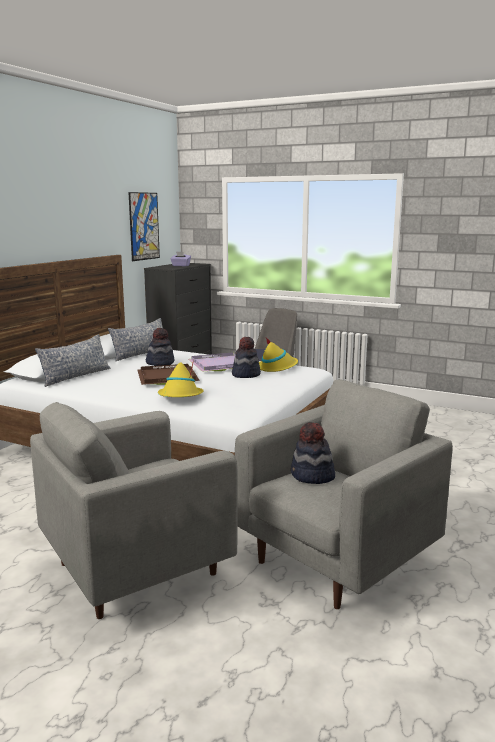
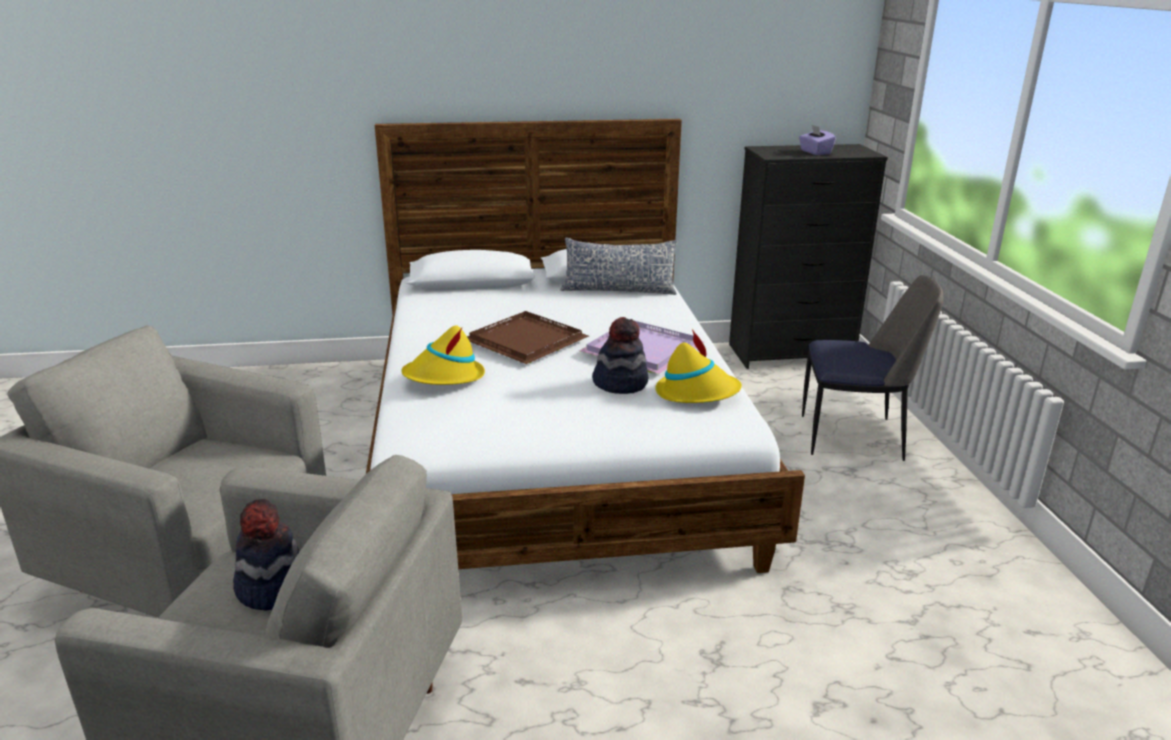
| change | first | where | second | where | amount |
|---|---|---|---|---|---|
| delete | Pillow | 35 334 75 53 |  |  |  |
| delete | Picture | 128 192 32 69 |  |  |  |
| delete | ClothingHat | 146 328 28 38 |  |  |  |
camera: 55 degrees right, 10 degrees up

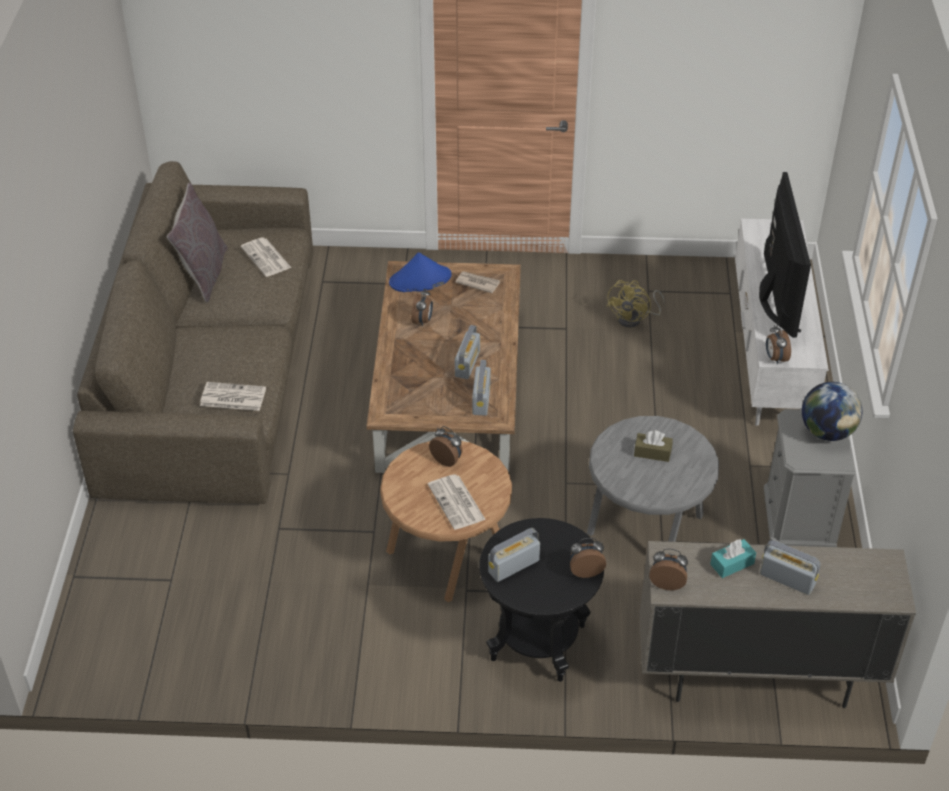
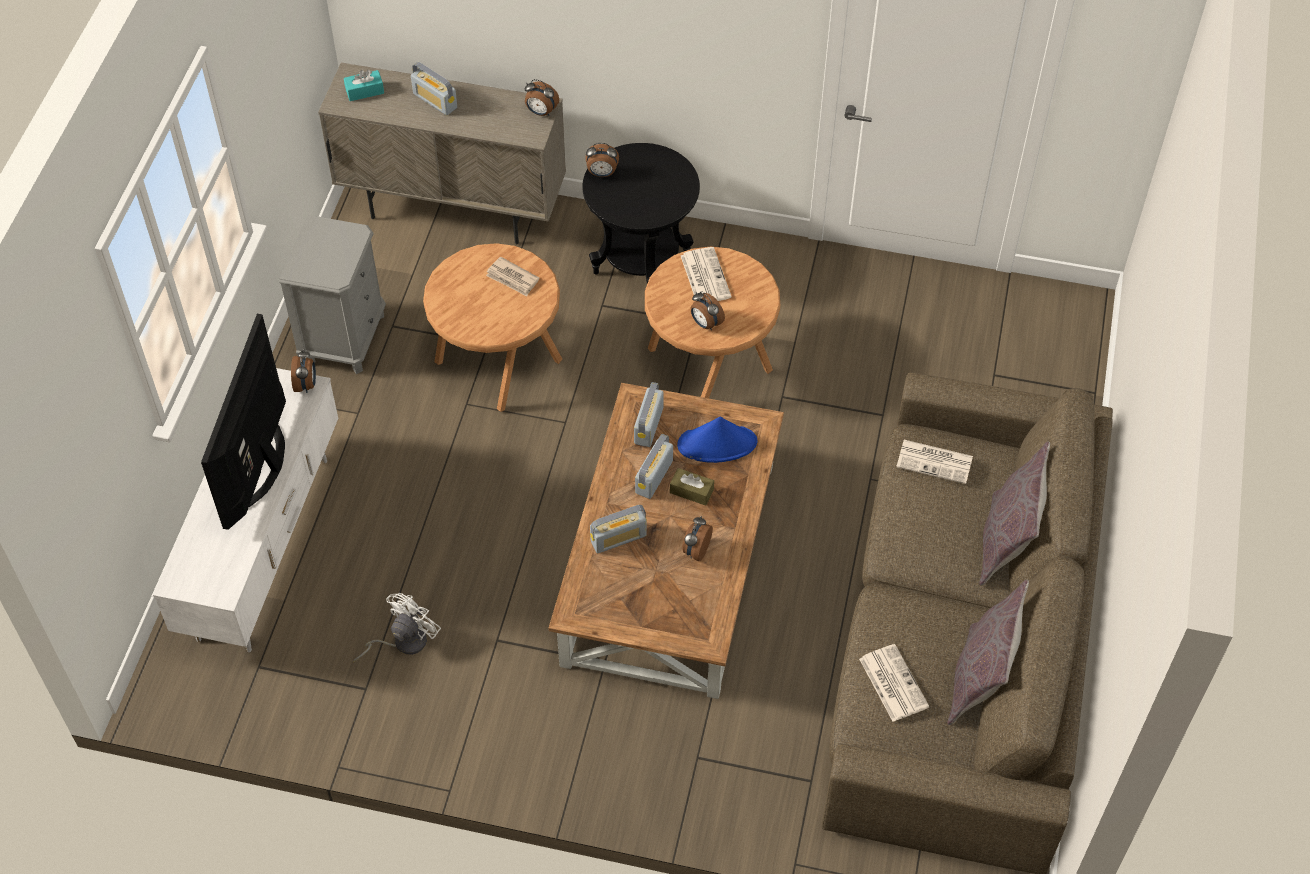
| change | first | where | second | where | amount |
|---|---|---|---|---|---|
| move | BluishClothingHat | 389 252 63 40 |  | 677 417 80 46 |  |
| move | PrintedPaper | 455 271 45 22 |  | 486 257 53 40 |  |
| move | Radio | 488 528 52 54 |  | 590 505 57 48 |  |
| recolor | GraySideTable | 587 416 132 126 | BrownishSideTable | 423 243 139 169 |  |
| recolor | YellowCoolingFan | 606 280 58 48 | WhiteCoolingFan | 353 593 88 70 |  |
| move | BrownishBoxOfTissues | 634 430 39 32 |  | 670 468 44 38 |  |
| move | BlueGreenBoxOfTissues | 710 539 46 39 |  | 344 70 40 31 |  |
| delete | DeskGlobe | 802 382 60 59 |  |  |  |
| insert |  |  | GrayPillow | 979 441 71 145 |  |
camera: 170 degrees left, 10 degrees up

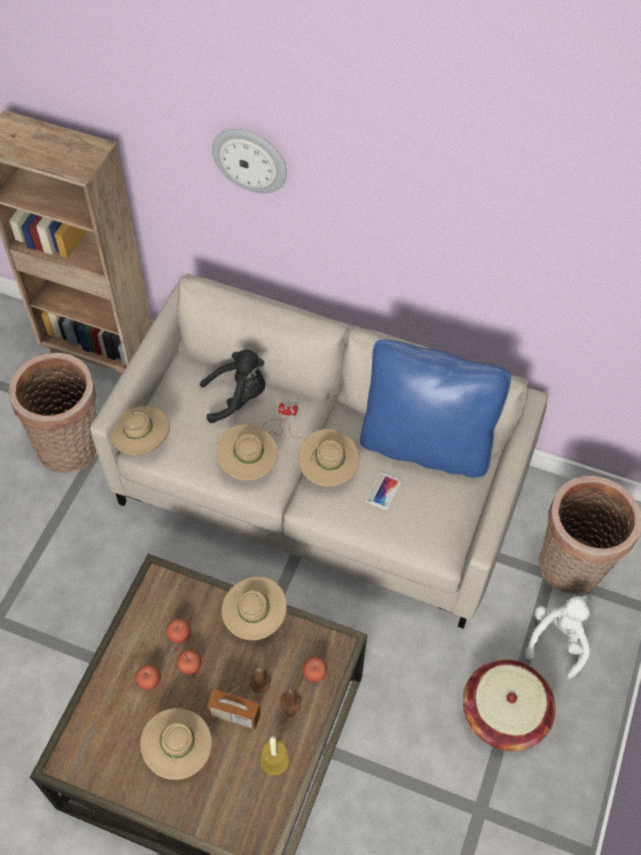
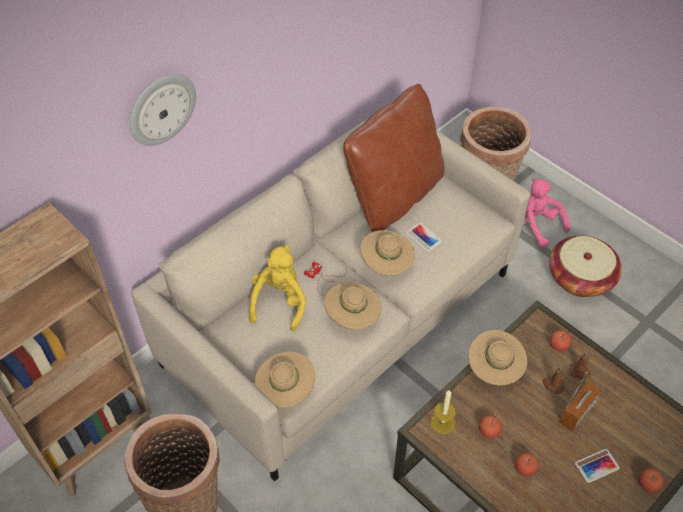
| change | first | where | second | where | amount |
|---|---|---|---|---|---|
| replace | SandColouredClothingHat | 140 708 72 72 | Telephone | 575 449 45 34 |  |
| move | Apple | 177 650 25 25 |  | 639 468 25 24 |  |
| recolor | BlackishPlushToy | 200 350 66 73 | YellowPlushToy | 249 245 57 86 |  |
| move | Candle | 260 736 29 39 |  | 430 390 26 44 |  |
| recolor | BluishPillow | 360 339 151 139 | BrownishPillow | 343 84 102 148 |  |
| recolor | WhitePlushToy | 525 596 65 84 | PinkPlushToy | 523 179 47 69 |  |
camera: 65 degrees left, 5 degrees down

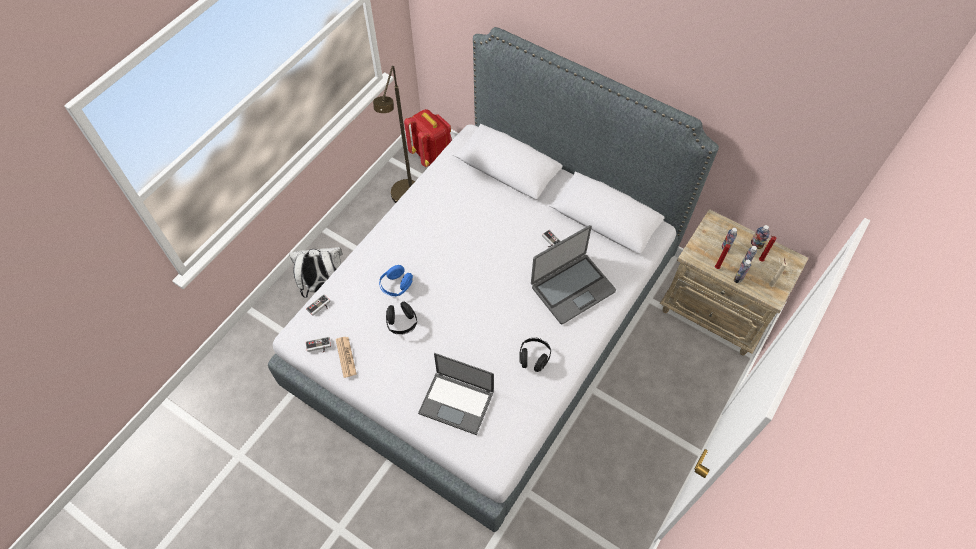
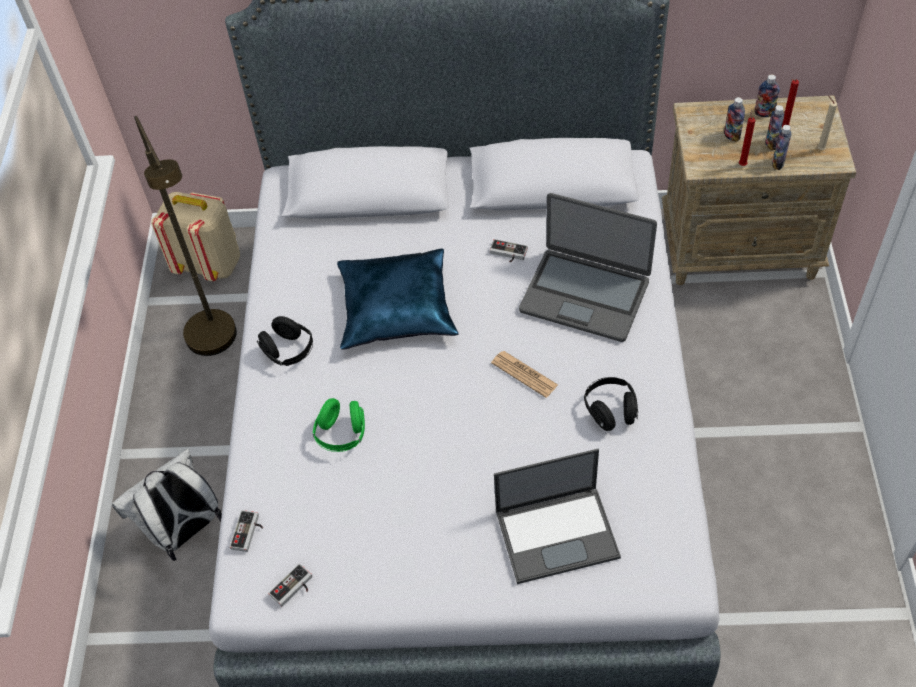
| change | first | where | second | where | amount |
|---|---|---|---|---|---|
| move | PrintedPaper | 336 337 21 41 |  | 491 351 67 47 |  |
| recolor | BluishPairOfHeadphones | 379 265 34 31 | GreenPairOfHeadphones | 313 398 52 54 |  |
| move | BlackishPairOfHeadphones | 386 301 31 34 |  | 257 316 56 50 |  |
| recolor | RedBackpack | 404 109 48 58 | SandColouredBackpack | 151 192 89 89 |  |
| rotate | Laptop | 531 225 85 99 |  | 519 193 138 149 | 90 degrees clockwise |
| insert |  |  | BluishPillow | 337 249 122 101 |  |
camera: 30 degrees left, 5 degrees down

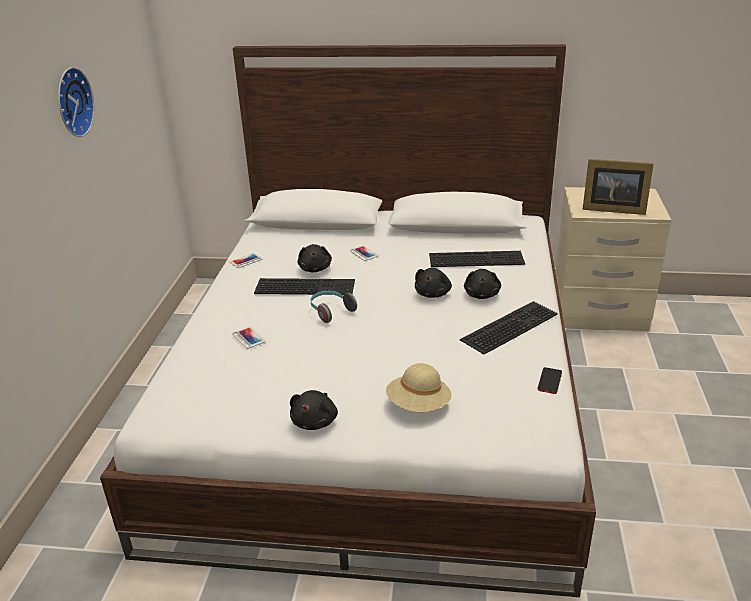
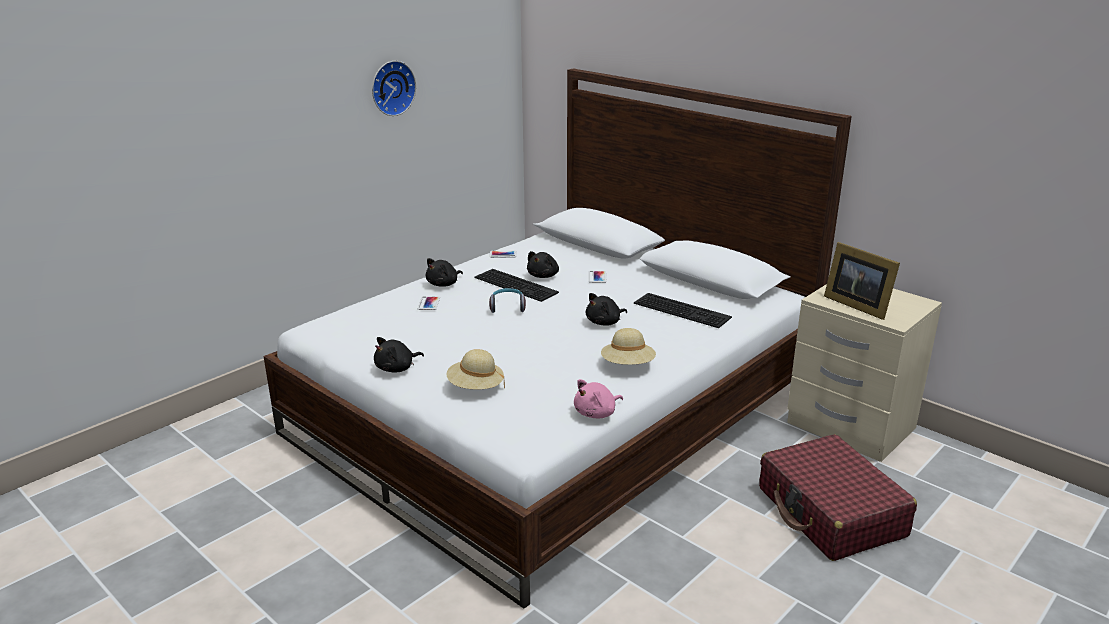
| change | first | where | second | where | amount |
|---|---|---|---|---|---|
| replace | Keyboard | 460 301 98 53 | SandColouredClothingHat | 601 328 55 37 |  |
| move | BlackishPlushToy | 464 269 37 30 |  | 425 258 38 29 |  |
| replace | Telephone | 538 367 24 27 | PinkPlushToy | 574 379 49 39 |  |
| insert |  |  | RedSuitcase | 759 434 158 127 |  |
camera: 35 degrees right, 5 degrees down

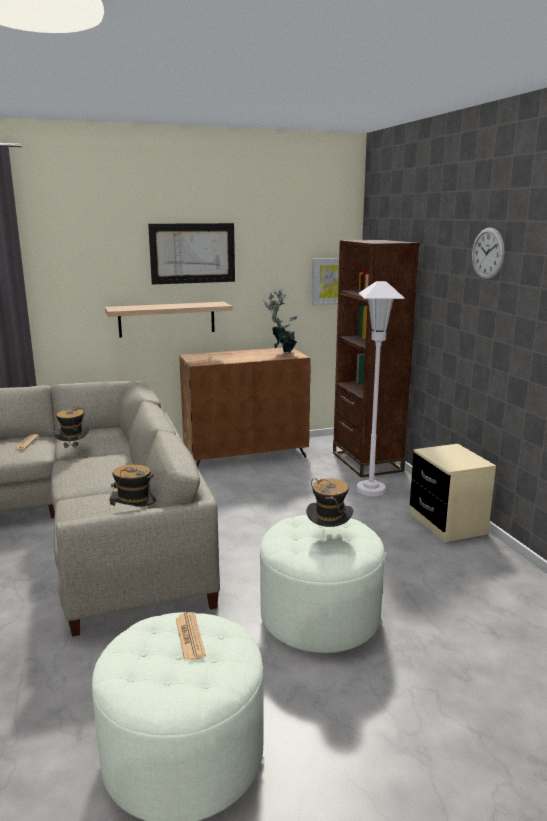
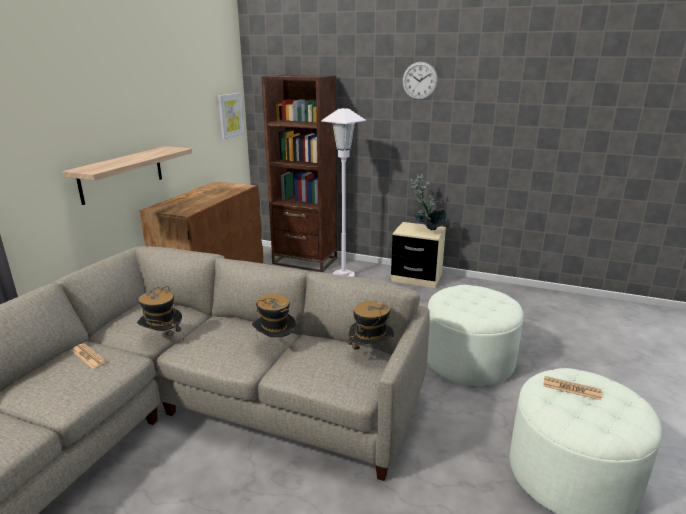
| change | first | where | second | where | amount |
|---|---|---|---|---|---|
| delete | Picture | 148 223 87 61 |  |  |  |
| move | PottedPlant | 263 289 35 64 |  | 410 174 37 56 |  |
| move | ClothingHat | 306 478 47 49 |  | 252 294 44 45 |  |
camera: 50 degrees left, 5 degrees up

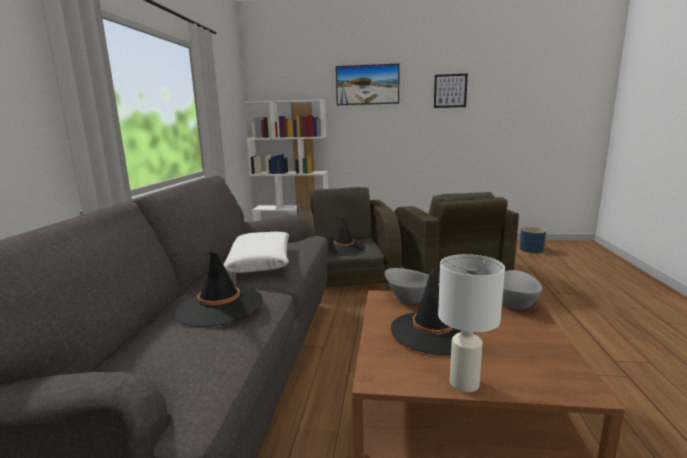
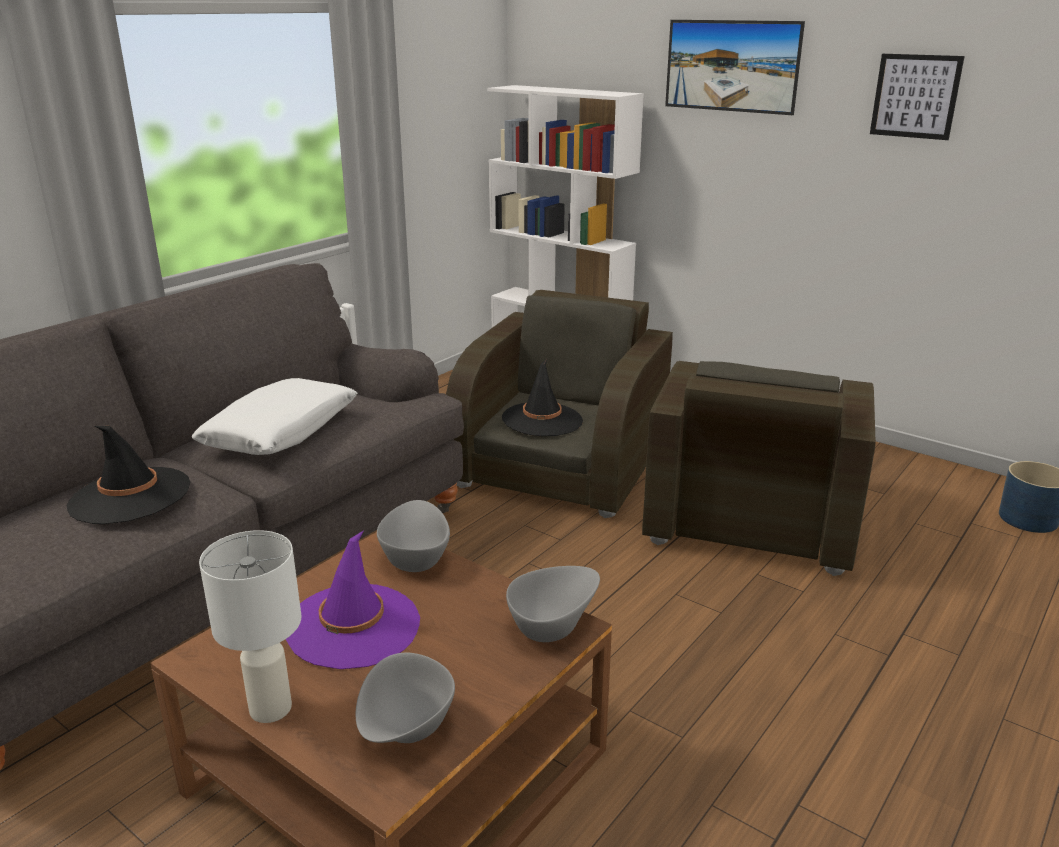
| change | first | where | second | where | amount |
|---|---|---|---|---|---|
| recolor | BlackishClothingHat | 391 268 85 87 | PurpleClothingHat | 286 530 134 139 |  |
| insert |  |  | GrayBowl | 356 653 99 90 |  |
camera: 30 degrees right, 10 degrees up

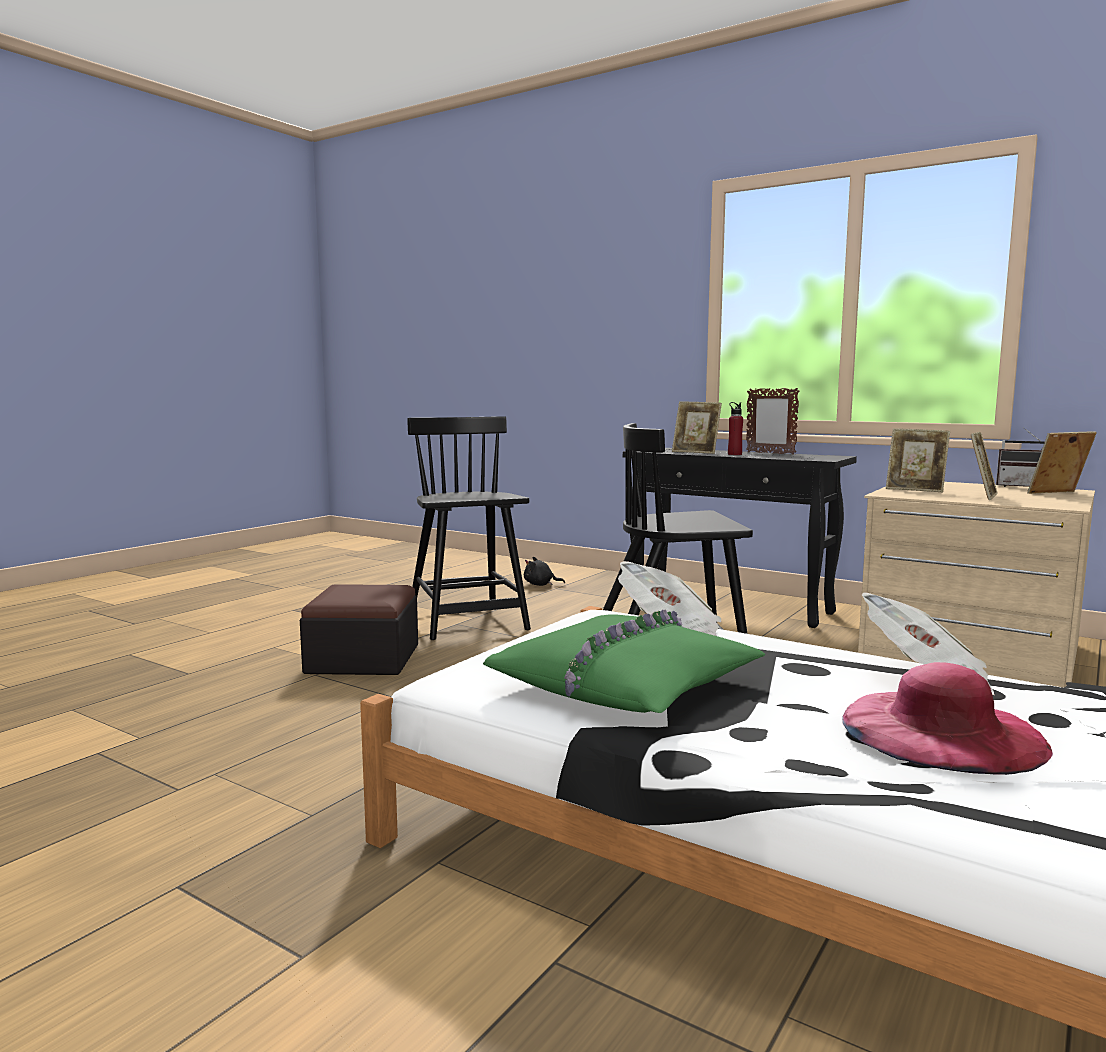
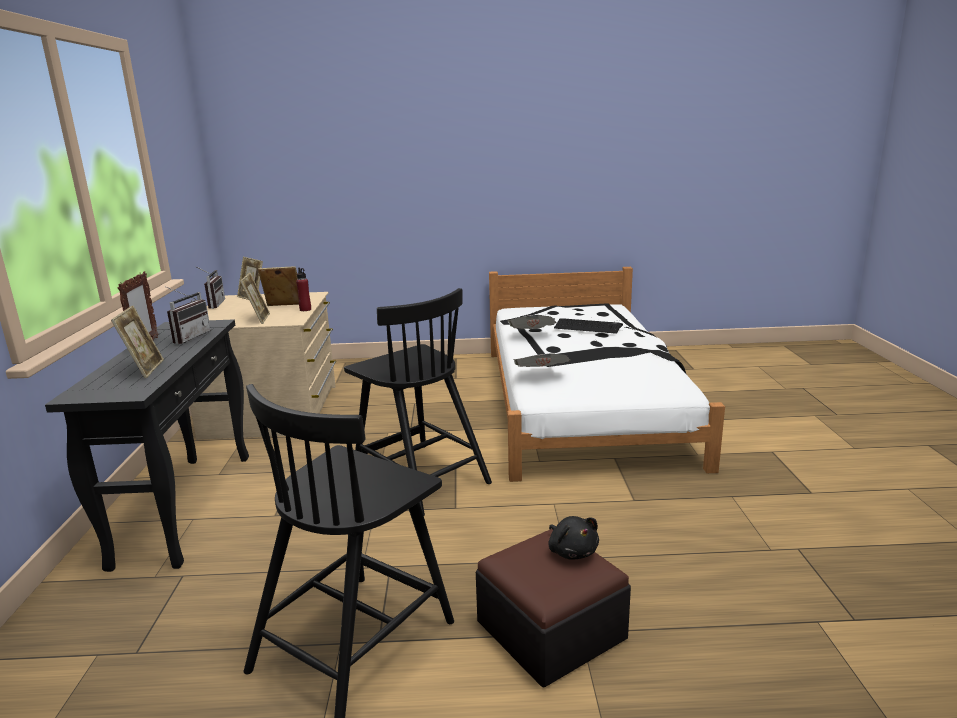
| change | first | where | second | where | amount |
|---|---|---|---|---|---|
| delete | GreenPillow | 483 609 283 104 |  |  |  |
| move | BlackishPlushToy | 524 557 41 29 |  | 549 516 50 44 |  |
| move | RedBottle | 728 402 15 53 |  | 296 268 15 43 |  |
| replace | PinkClothingHat | 842 662 211 113 | Keyboard | 554 318 69 16 |  |
| insert |  |  | Radio | 166 287 45 57 |  |
camera: 125 degrees left, 10 degrees up

